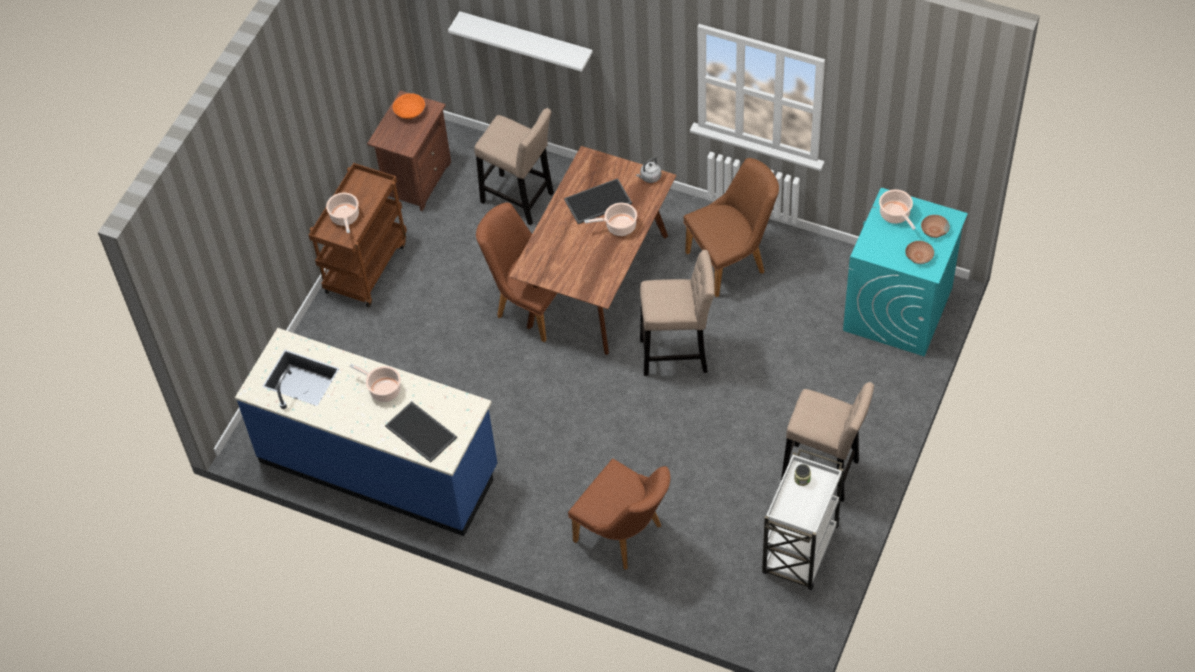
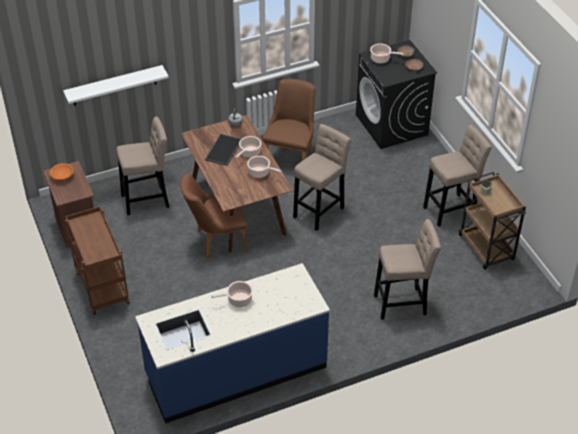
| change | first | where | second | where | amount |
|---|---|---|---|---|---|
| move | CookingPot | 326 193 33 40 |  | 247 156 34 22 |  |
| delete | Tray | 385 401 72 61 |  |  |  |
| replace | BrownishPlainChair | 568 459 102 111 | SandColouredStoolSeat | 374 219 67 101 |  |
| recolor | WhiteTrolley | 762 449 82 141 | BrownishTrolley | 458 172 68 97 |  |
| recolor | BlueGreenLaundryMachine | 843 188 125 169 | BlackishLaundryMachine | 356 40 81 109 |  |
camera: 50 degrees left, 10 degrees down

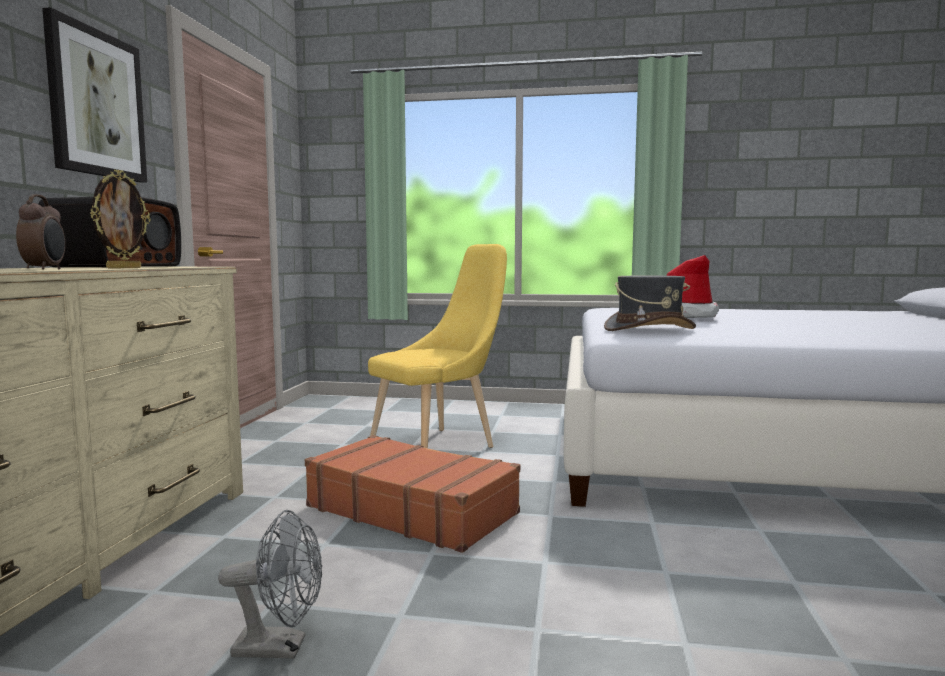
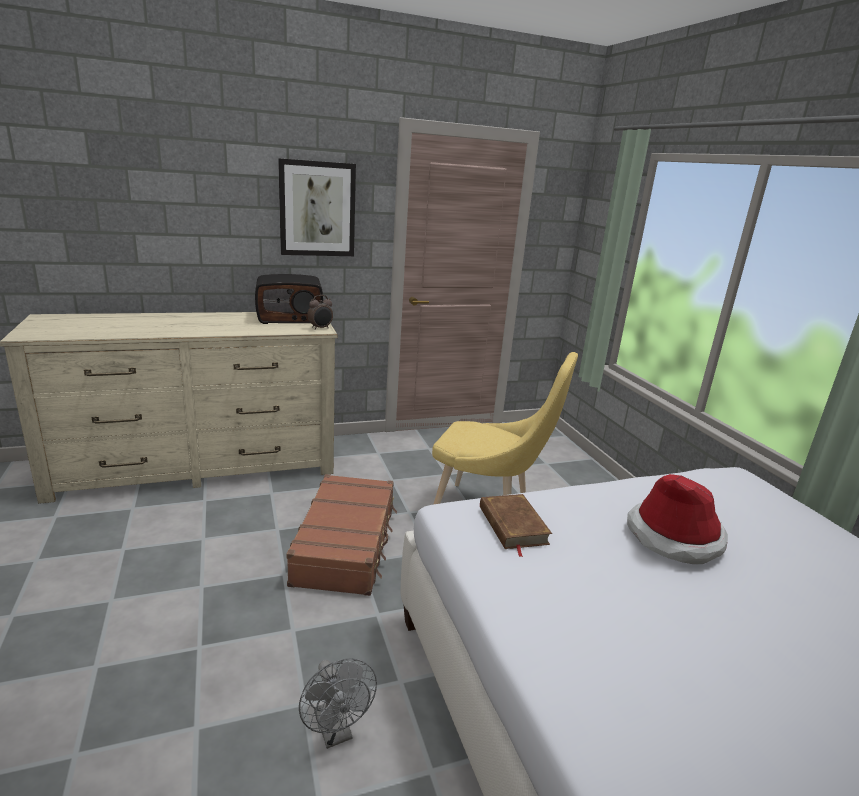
| change | first | where | second | where | amount |
|---|---|---|---|---|---|
| move | AlarmClock | 16 194 49 75 |  | 307 295 26 35 |  |
| delete | PictureFrame | 90 170 60 99 |  |  |  |
| move | GrayCoolingFan | 218 510 104 149 |  | 299 658 78 91 |  |
| replace | GrayClothingHat | 604 276 92 55 | BrownishVolume | 480 494 72 63 |  |
camera: 60 degrees right, 15 degrees up

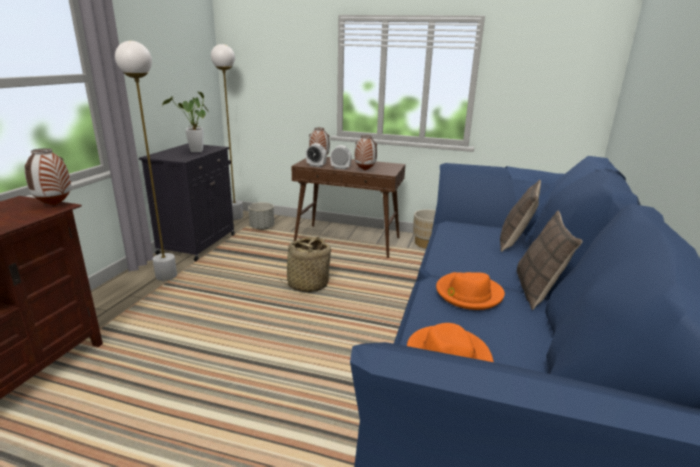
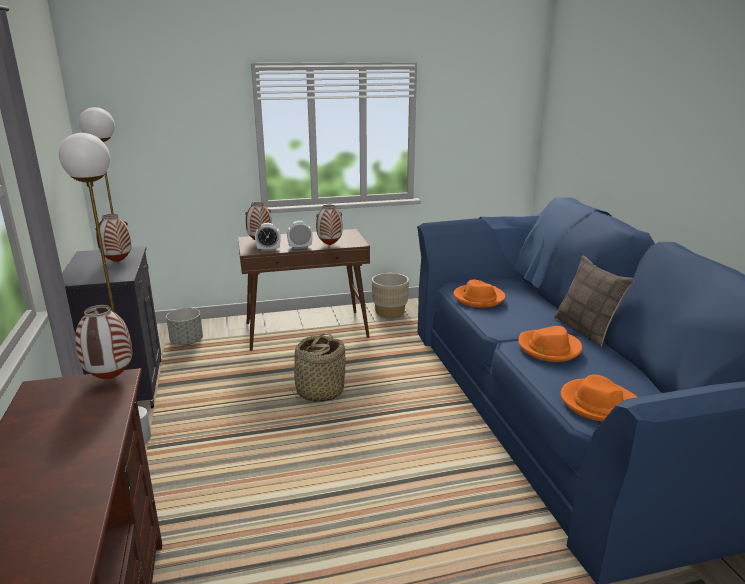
| change | first | where | second | where | amount |
|---|---|---|---|---|---|
| replace | PottedPlant | 162 91 46 61 | Vase | 95 214 37 48 |  |
| delete | Pillow | 500 180 41 72 |  |  |  |
| insert |  |  | OrangeyClothingHat | 454 280 51 27 |  |
camera: 30 degrees left, 0 degrees up

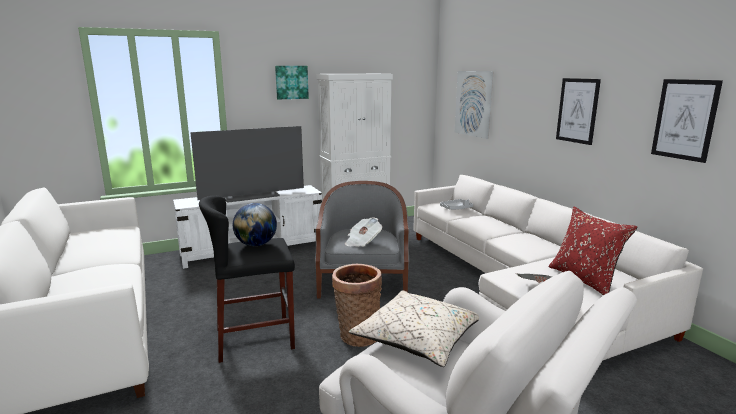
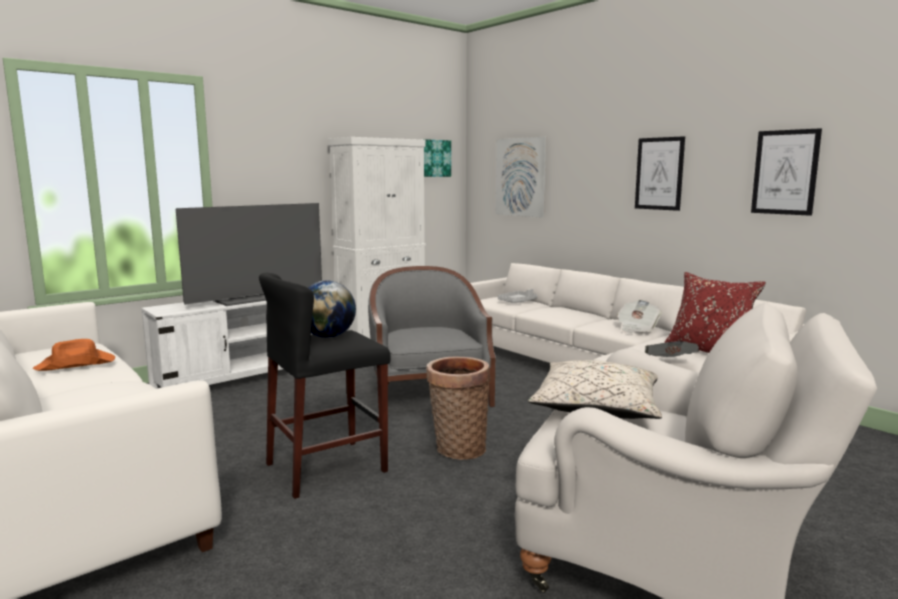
| change | first | where | second | where | amount |
|---|---|---|---|---|---|
| move | Picture | 275 66 34 33 |  | 421 139 30 38 |  |
| move | PrintedPaper | 345 217 37 30 |  | 617 300 45 33 |  |
| insert |  |  | OrangeyClothingHat | 33 339 82 32 |  |
camera: 15 degrees left, 5 degrees down

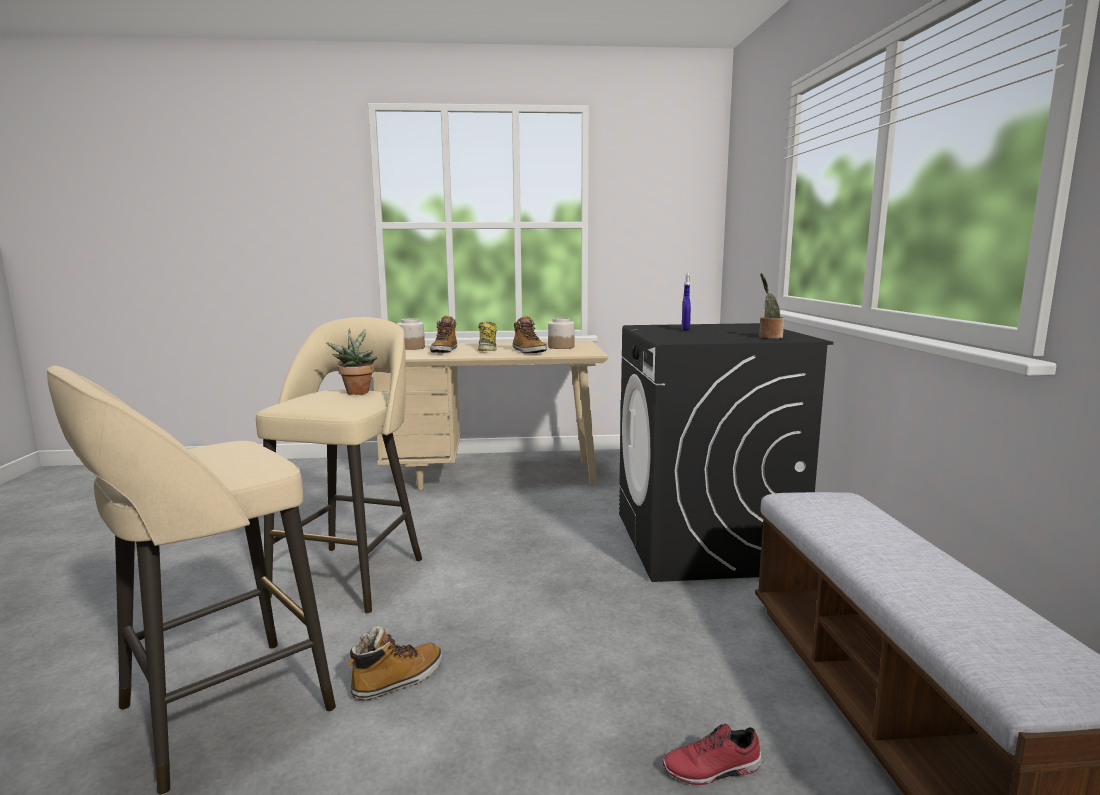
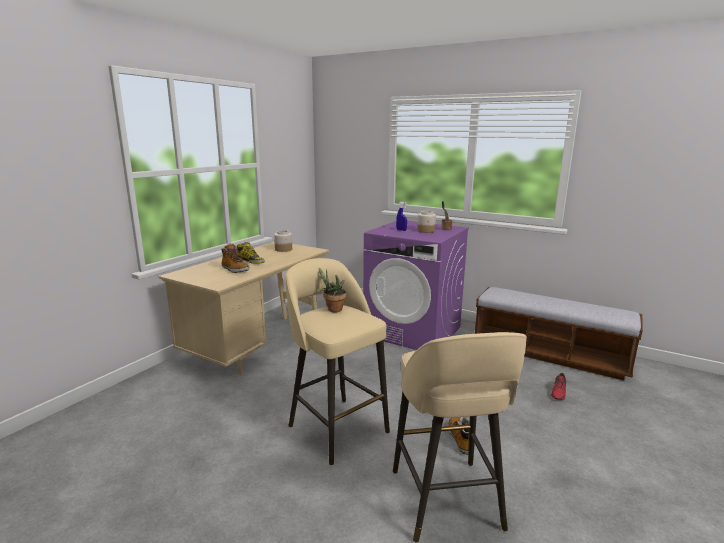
| change | first | where | second | where | amount |
|---|---|---|---|---|---|
| move | PreserveJar | 397 318 28 32 |  | 417 211 19 22 |  |
| delete | TallBoot | 513 316 34 37 |  |  |  |
| recolor | BlackishLaundryMachine | 619 323 214 259 | PurpleLaundryMachine | 363 221 106 129 |  |
camera: 55 degrees left, 5 degrees up

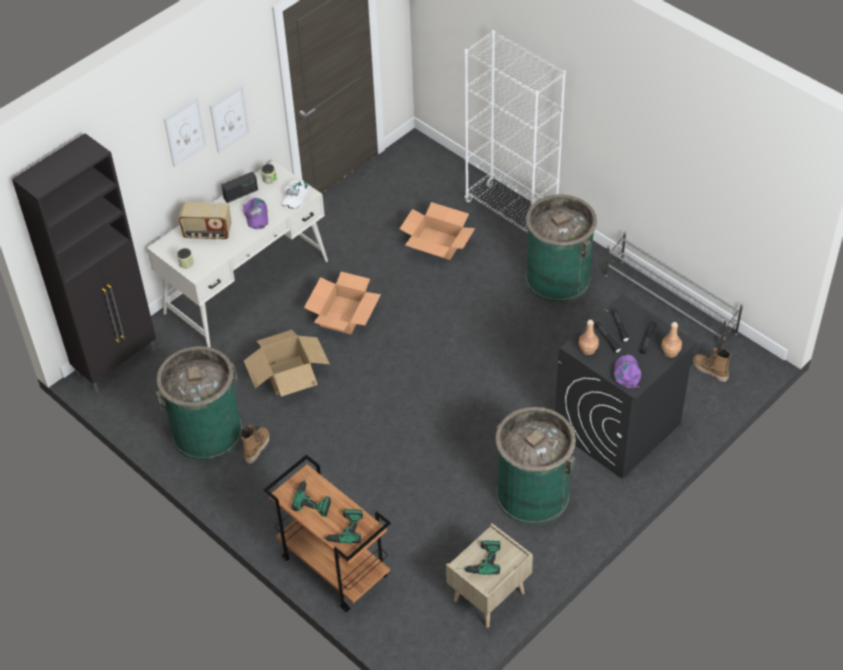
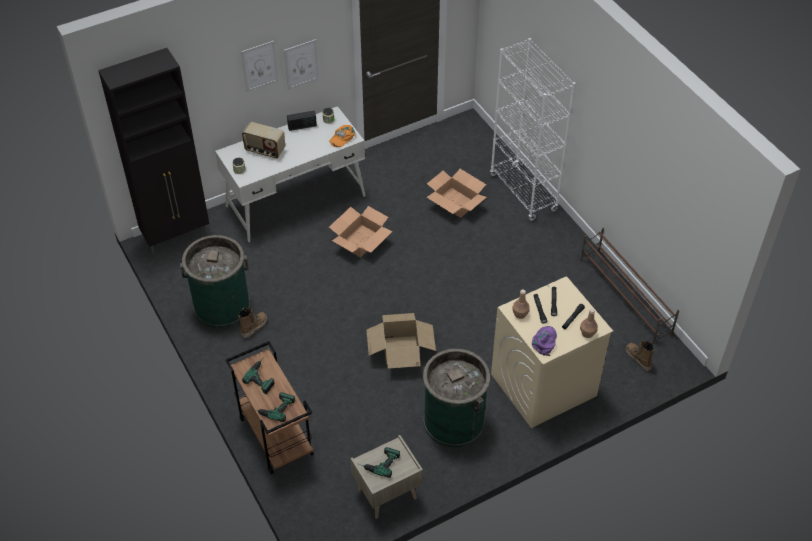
| change | first | where | second | where | amount |
|---|---|---|---|---|---|
| delete | PurpleCap | 243 198 25 31 |  |  |  |
| move | PackingBox | 244 330 86 67 |  | 367 313 69 56 |  |
| recolor | WhiteCap | 281 179 28 31 | OrangeyCap | 329 125 26 22 |  |
| delete | GreenTrashCan | 525 195 72 108 |  |  |  |
| recolor | BlackishLaundryMachine | 555 294 142 185 | SandColouredLaundryMachine | 491 276 122 152 |  |
| recolor | GrayShoeShelf | 604 231 139 117 | BrownishShoeShelf | 580 228 99 116 |  |
camera: 15 degrees right, 0 degrees up

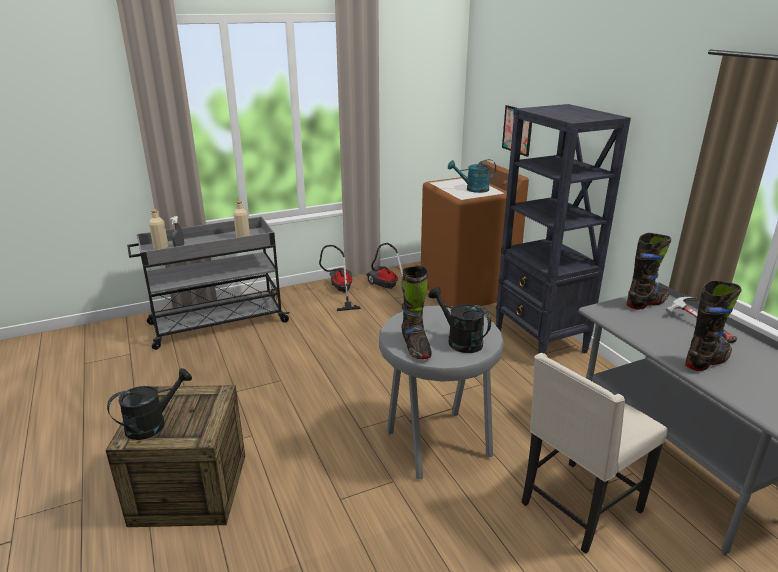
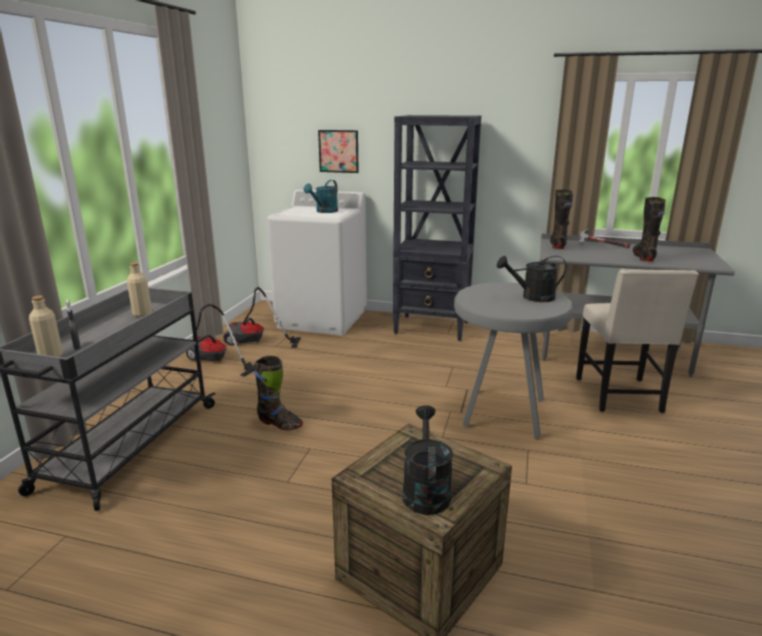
| change | first | where | second | where | amount |
|---|---|---|---|---|---|
| move | BlackishTallBoot | 401 265 31 94 |  | 254 356 49 74 |  |
| recolor | BrownishLaundryMachine | 421 161 108 146 | WhiteLaundryMachine | 267 189 100 146 |  |
camera: 50 degrees left, 5 degrees down

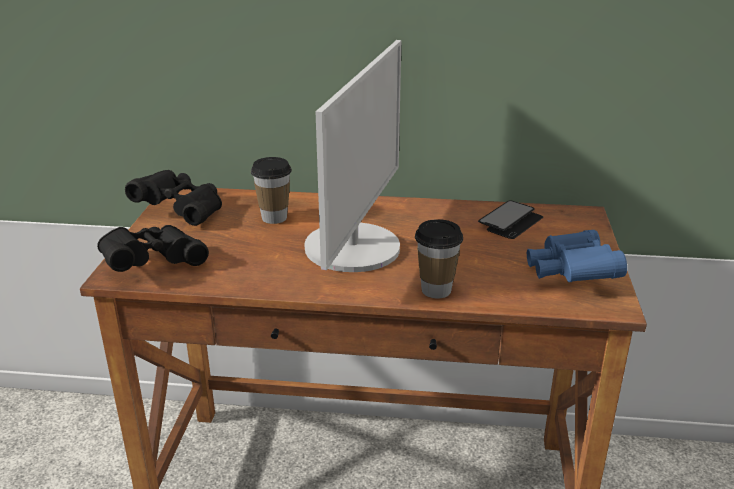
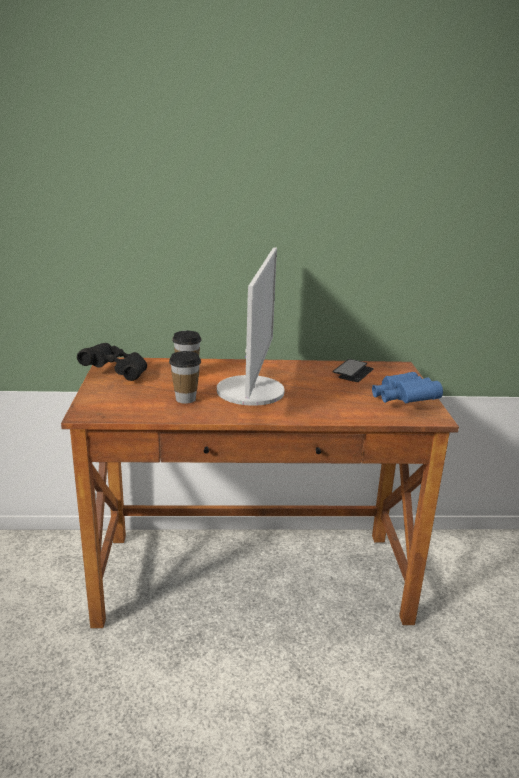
| change | first | where | second | where | amount |
|---|---|---|---|---|---|
| delete | BlackishFieldGlasses | 97 225 112 47 |  |  |  |
| move | Cup | 415 219 48 80 |  | 169 351 32 53 |  |
camera: 10 degrees left, 5 degrees down

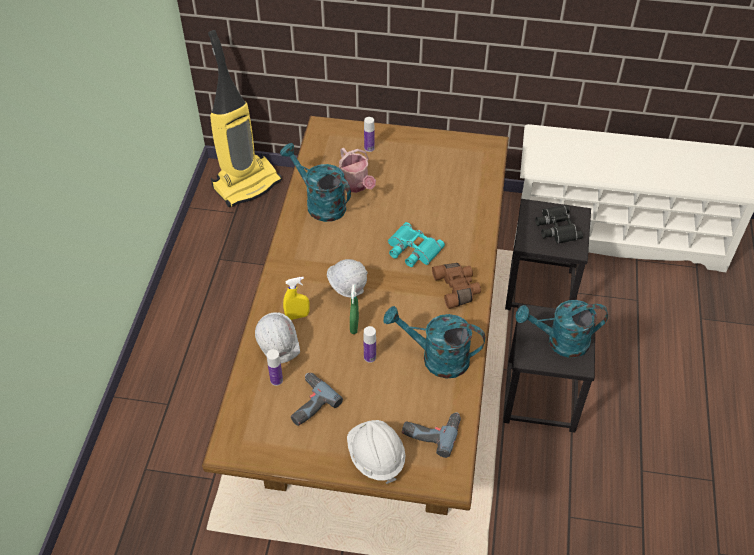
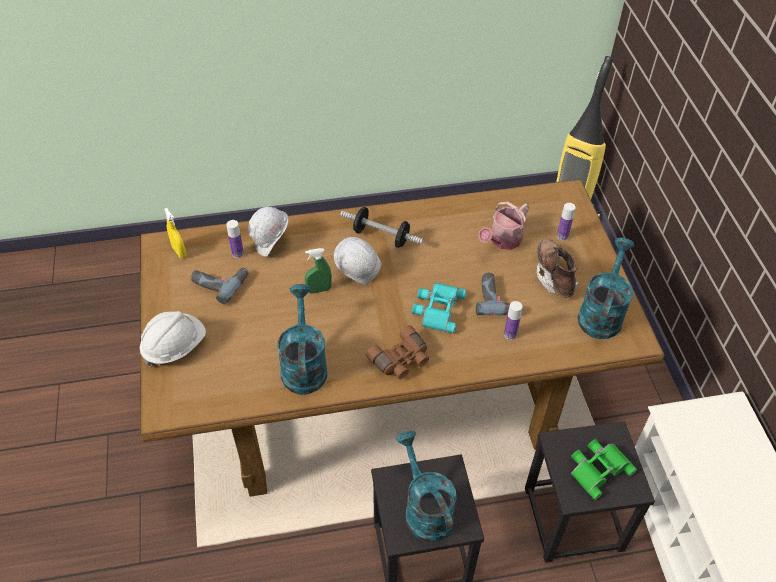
| change | first | where | second | where | amount |
|---|---|---|---|---|---|
| move | BlueGreenWateringPot | 280 143 71 79 |  | 577 237 58 102 |  |
| move | YellowSprayer | 283 277 26 43 |  | 164 208 22 50 |  |
| move | Bottle | 363 326 13 37 |  | 504 301 18 39 |  |
| move | PowerDrill | 402 412 59 46 |  | 476 272 48 43 |  |
| recolor | BlackishFieldGlasses | 535 205 48 39 | GreenFieldGlasses | 571 439 66 61 |  |
| insert |  |  | FreeWeight | 340 207 84 41 |  |
| insert |  |  | BrownishTallBoot | 536 239 43 59 |  |
camera: 70 degrees right, 0 degrees up

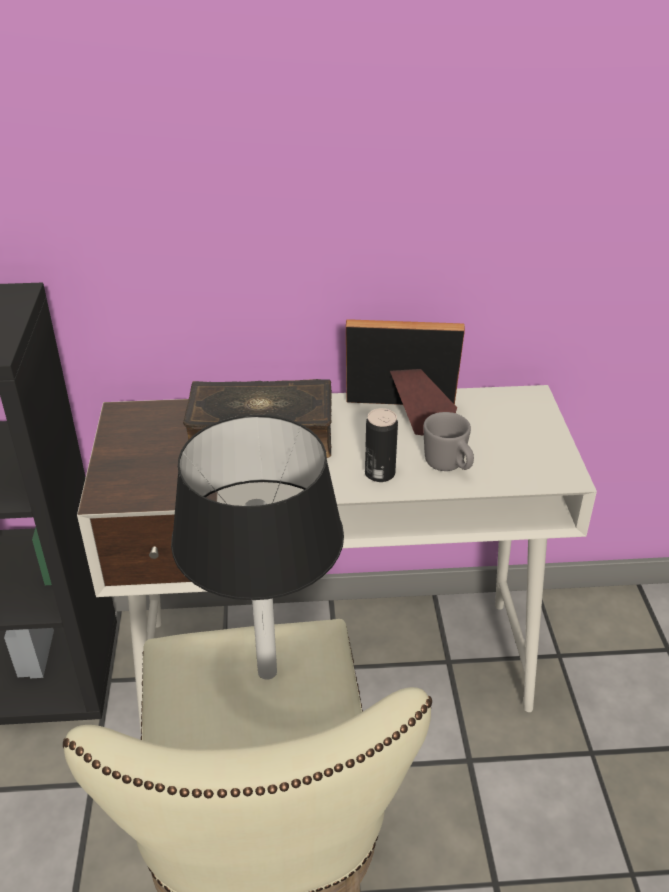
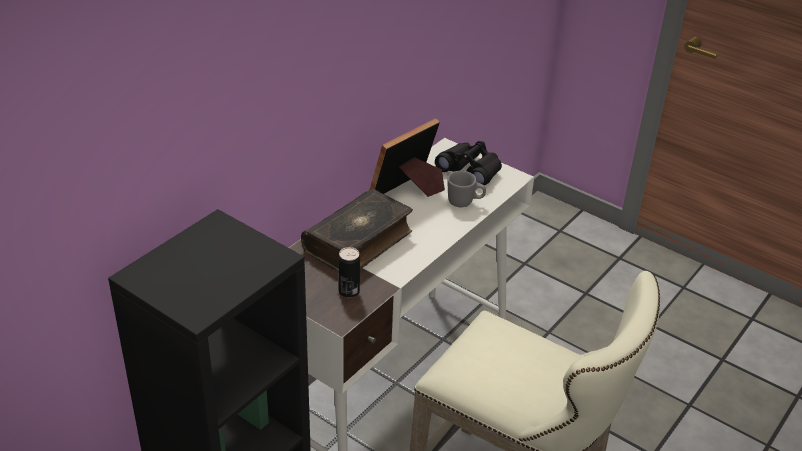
| change | first | where | second | where | amount |
|---|---|---|---|---|---|
| delete | BlackishTabletopLamp | 171 415 173 265 |  |  |  |
| move | Can | 365 408 33 74 |  | 338 247 22 51 |  |
| insert |  |  | BlackishFieldGlasses | 435 141 67 45 |  |
camera: 50 degrees left, 0 degrees up

